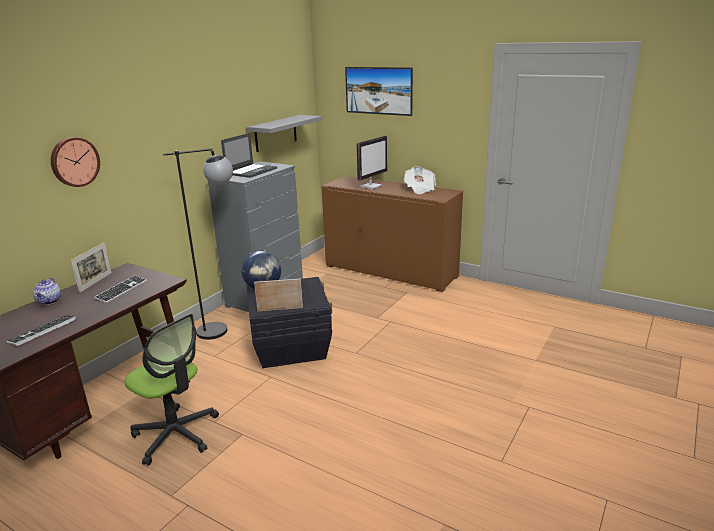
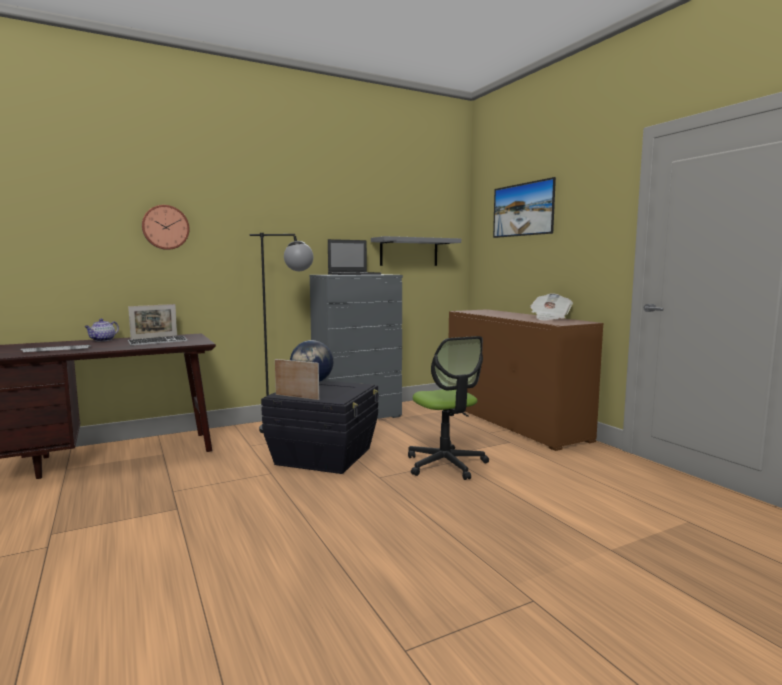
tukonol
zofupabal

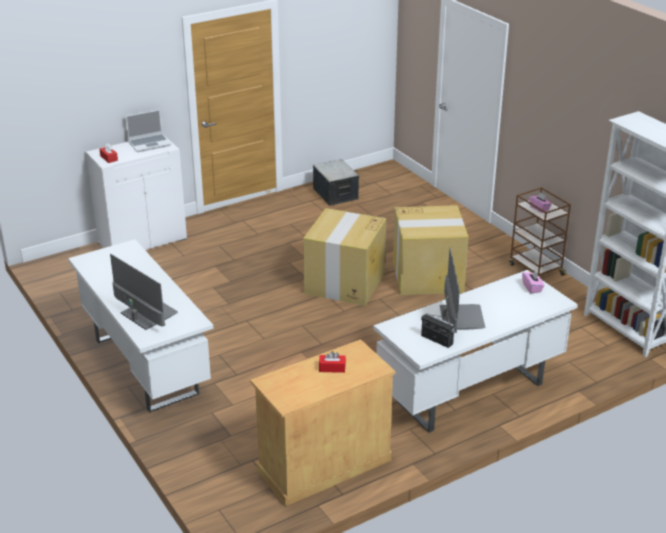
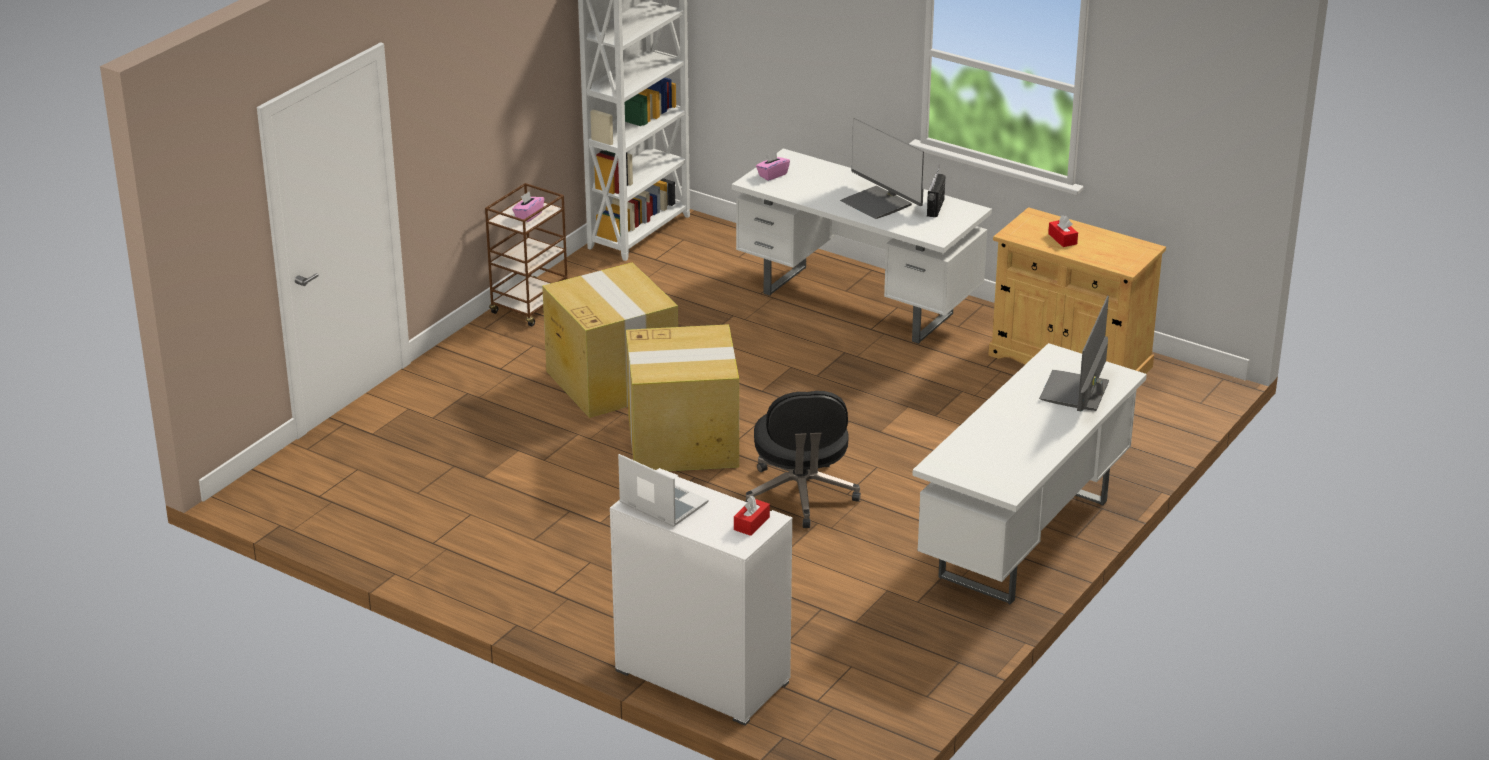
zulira
zofupabal (1st from left)
black_tukonol

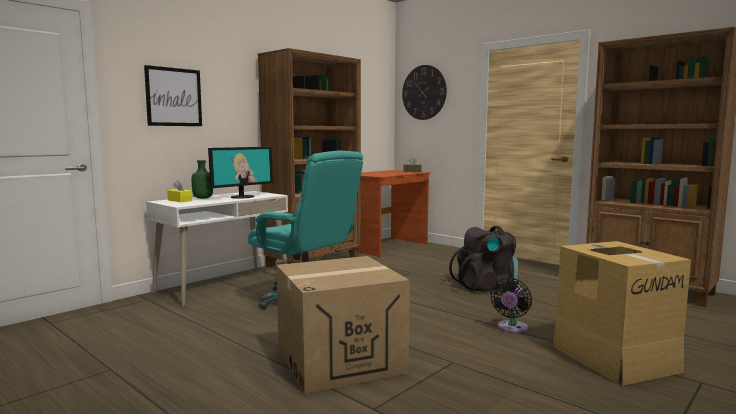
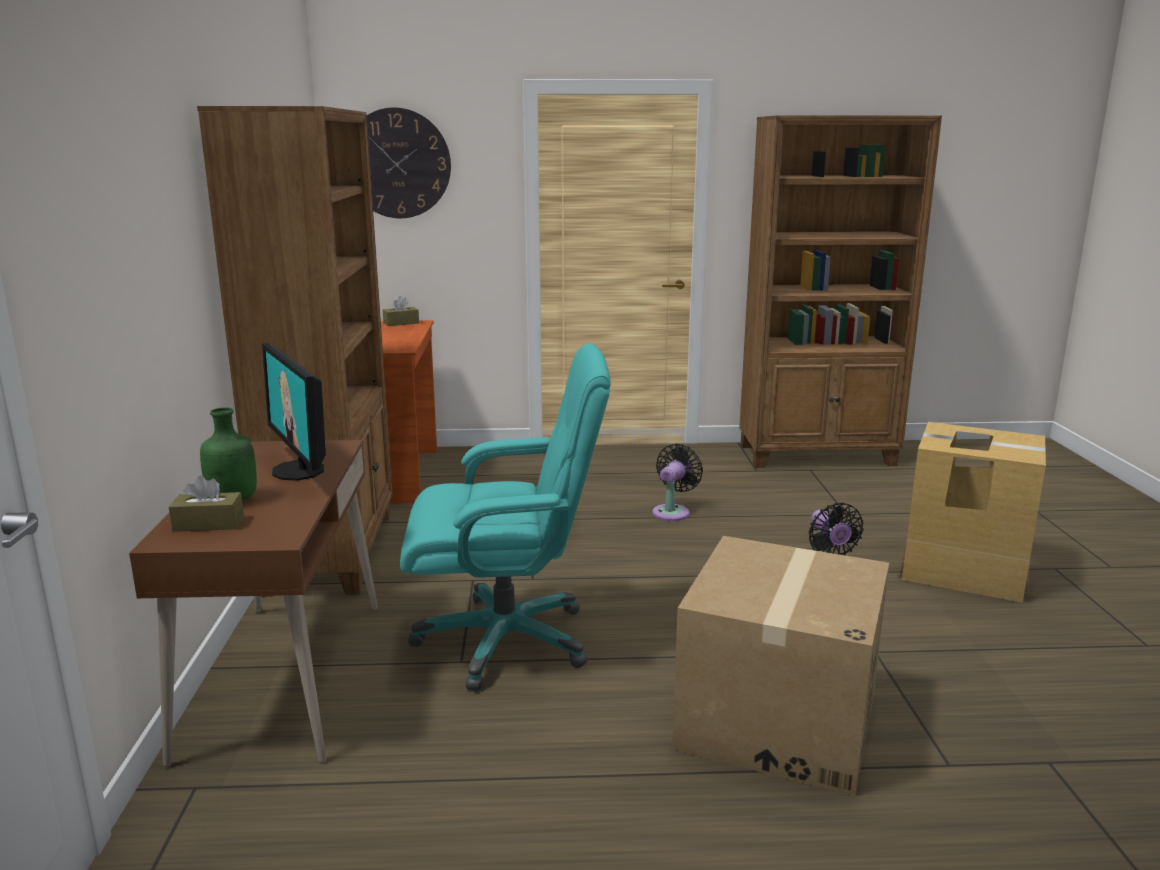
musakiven
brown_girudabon (1st from left)
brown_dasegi (1st from left)
zofupabal
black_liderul (1st from left)

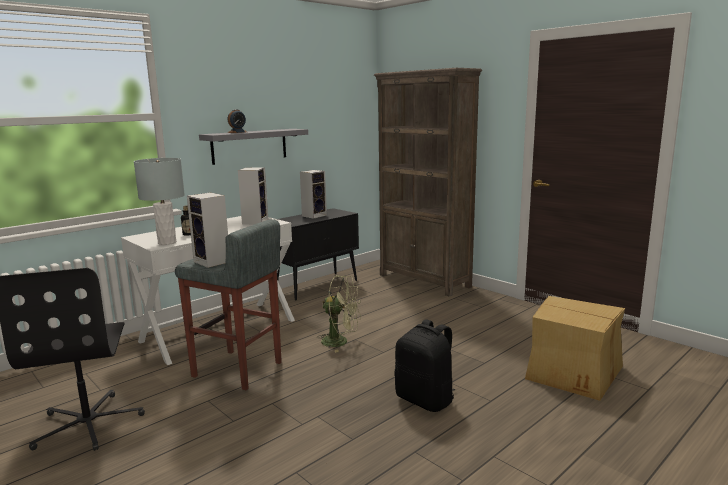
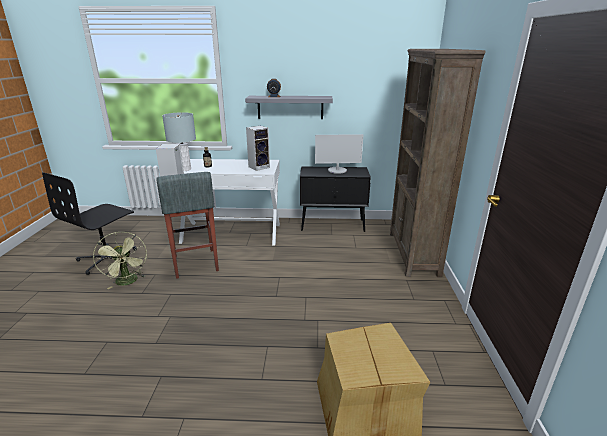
zofupabal
green_liderul
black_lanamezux

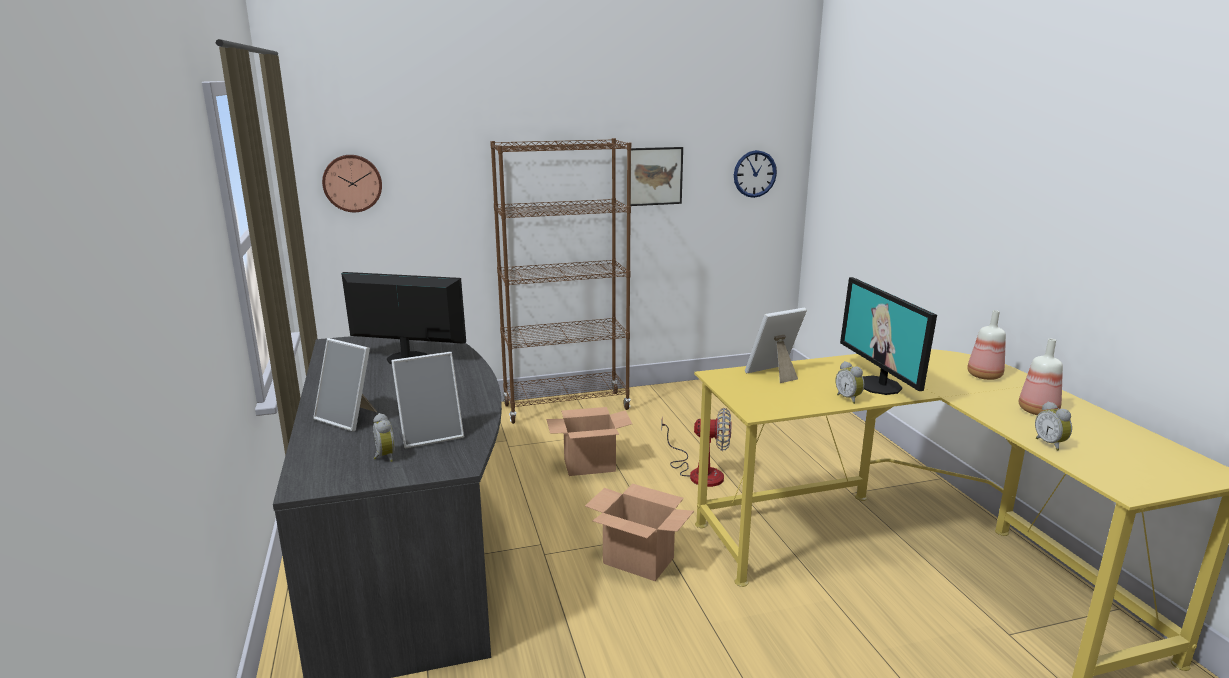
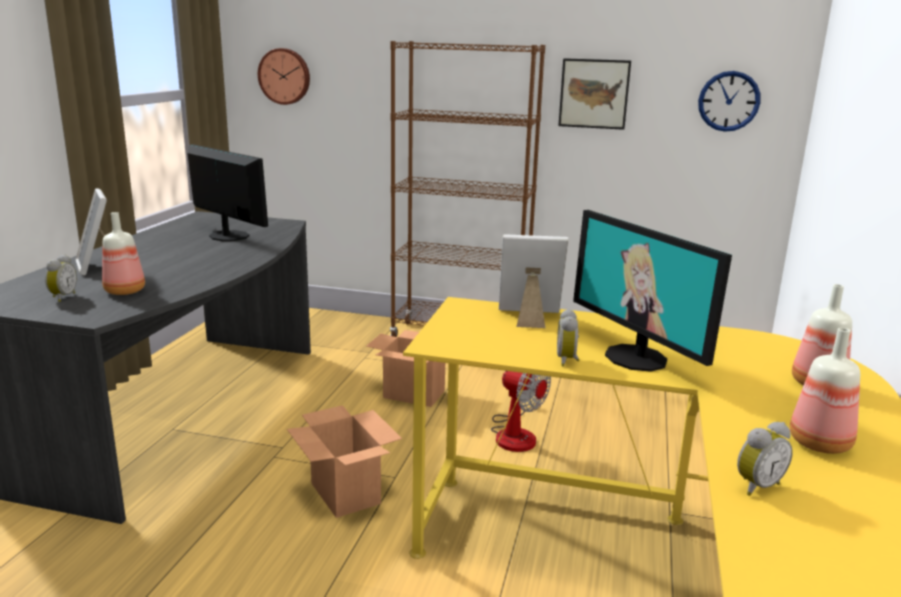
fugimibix (1st from left)
zofupabal (2nd from left)
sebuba (3rd from left)

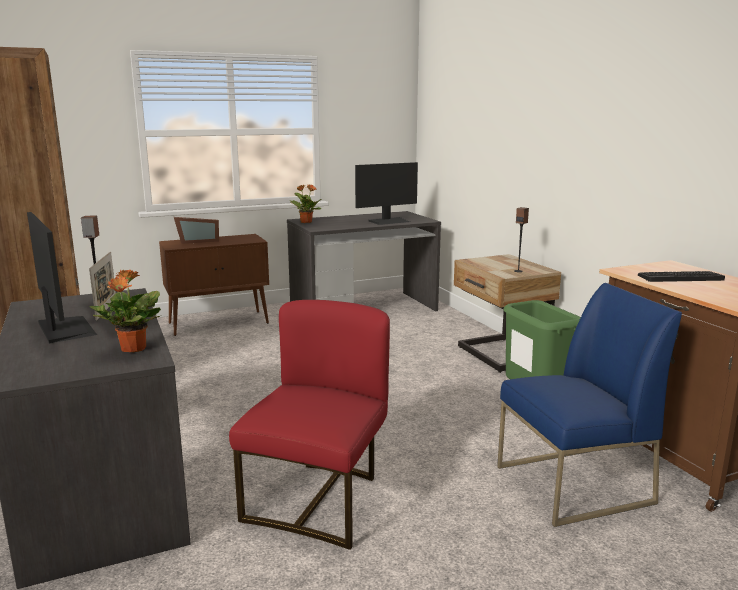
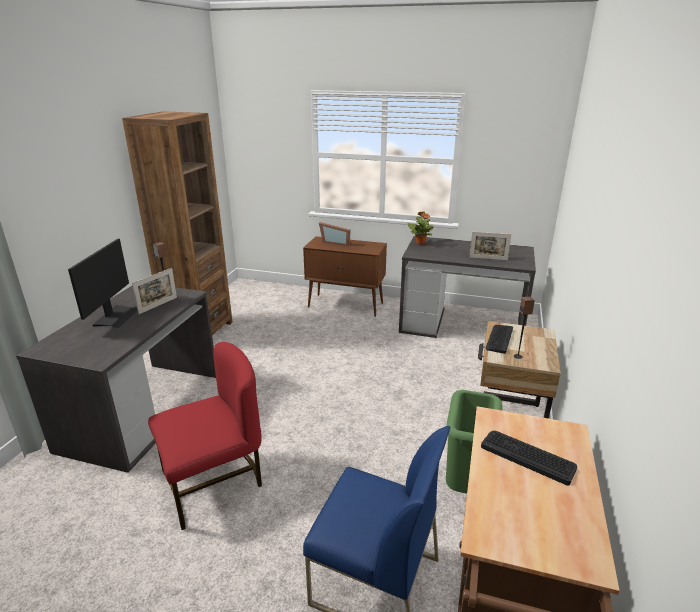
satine (1st from left in the first image)
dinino (3rd from left)
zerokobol (1st from left)

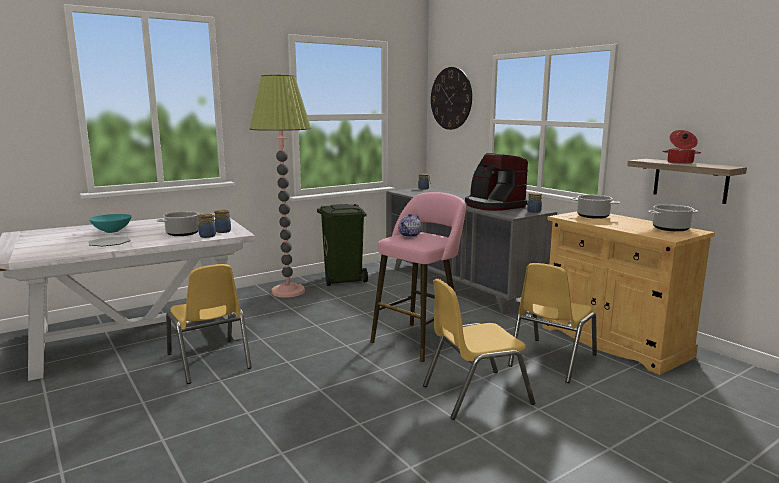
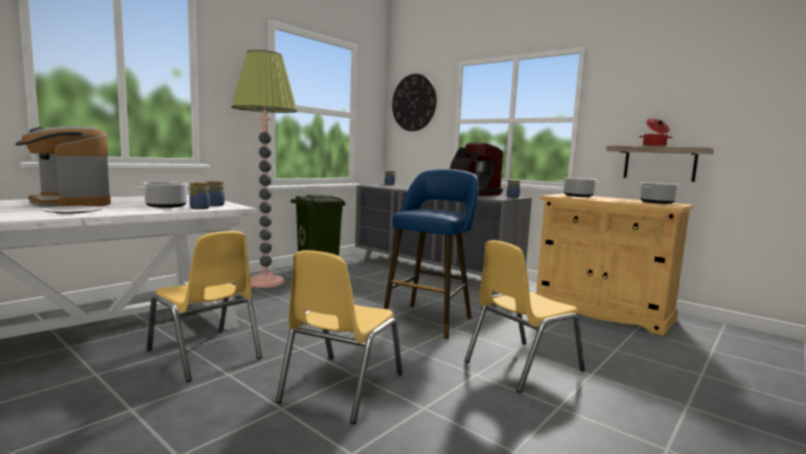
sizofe (1st from left)
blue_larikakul
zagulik
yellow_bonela (2nd from left)

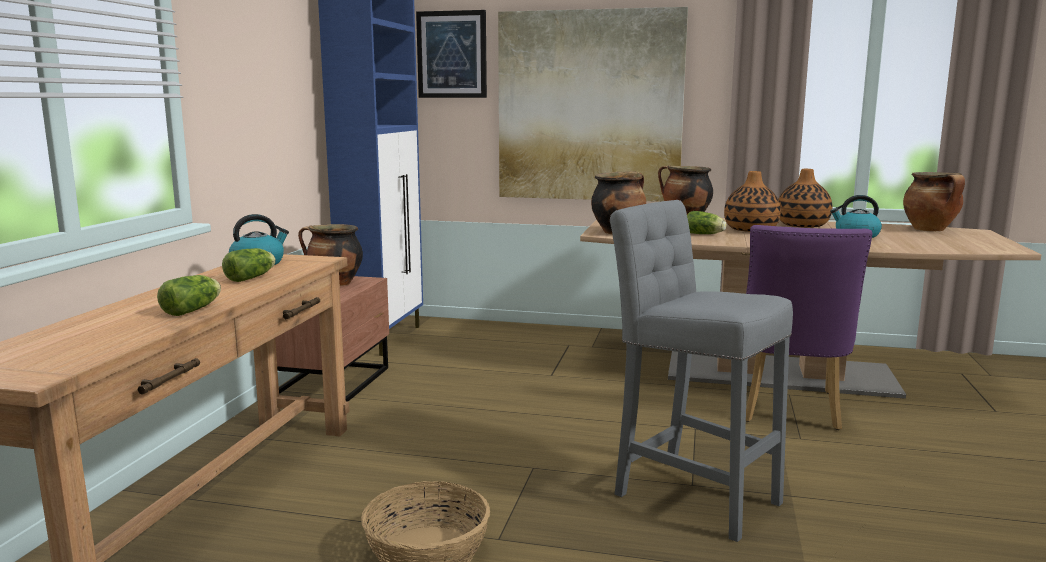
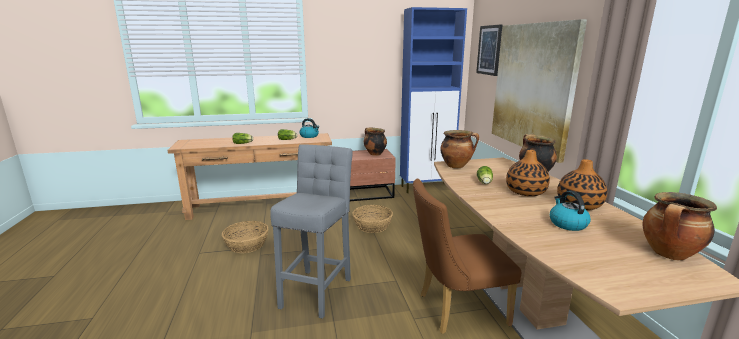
brown_bonela
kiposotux (2nd from left)

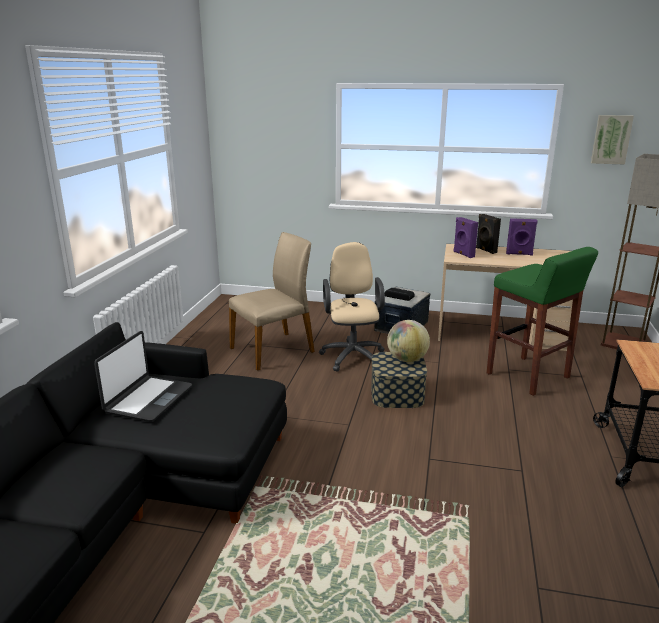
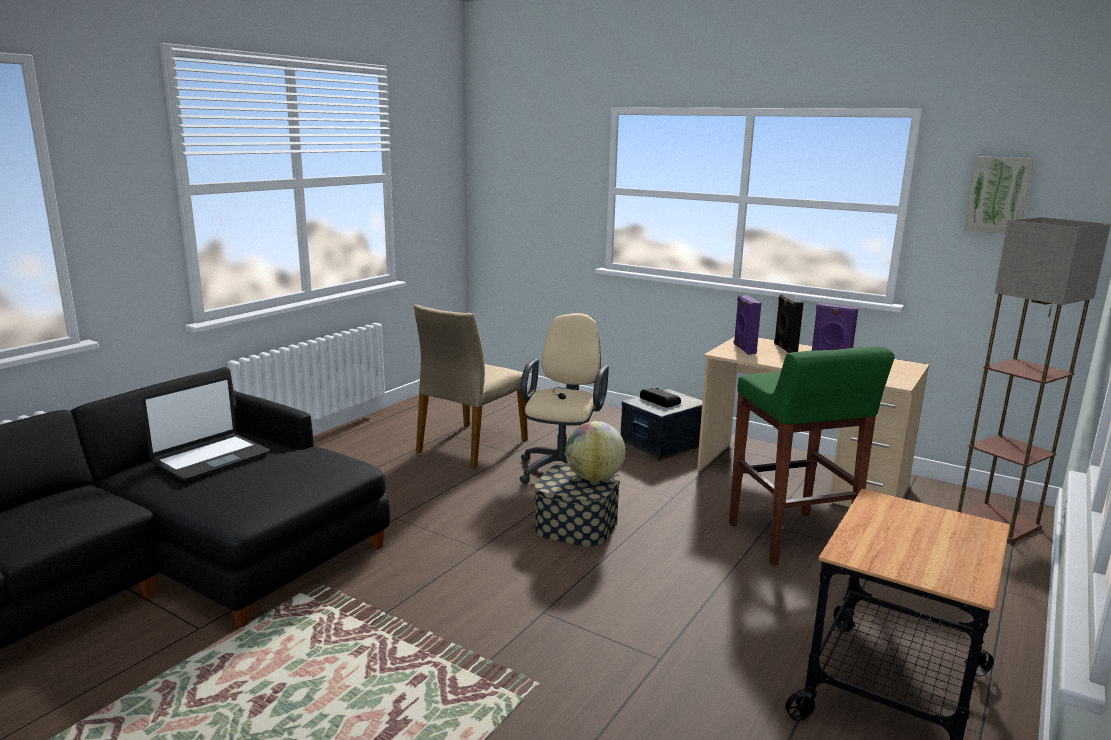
beige_bonela

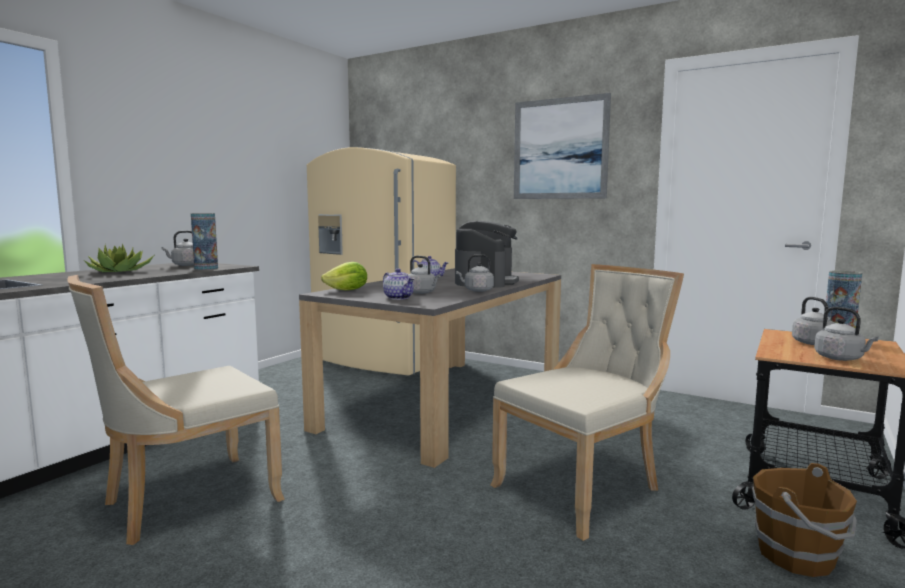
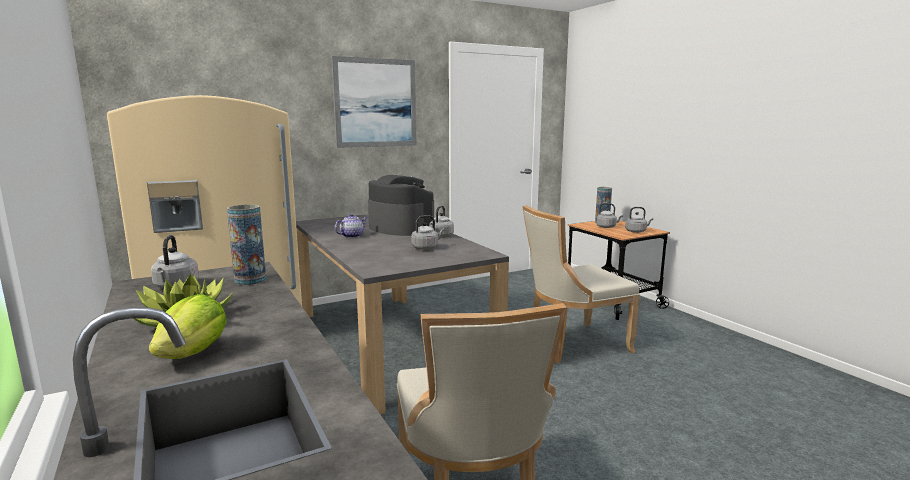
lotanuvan
zagulik (1st from left in the first image)
beige_bonela (2nd from left)
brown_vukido

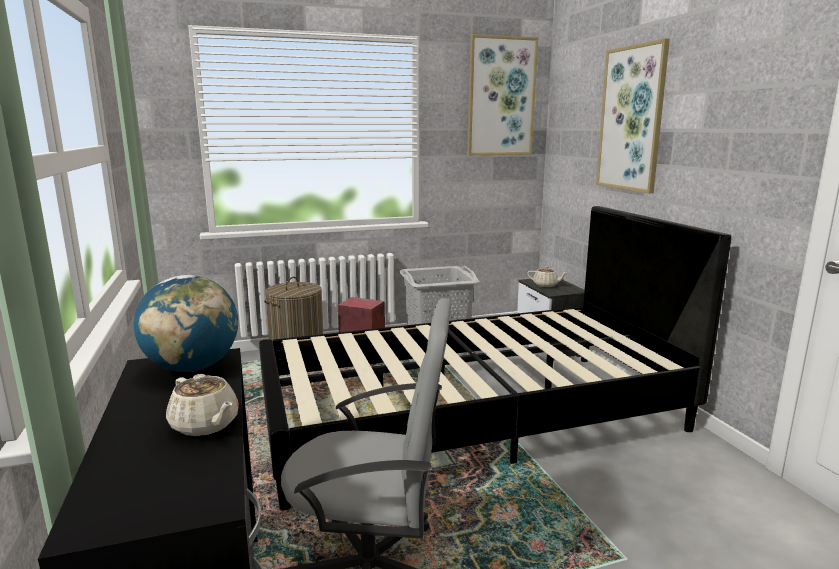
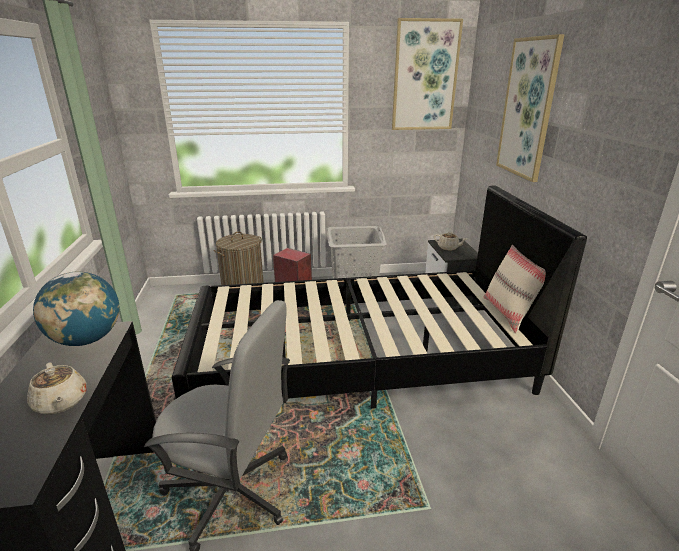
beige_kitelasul

